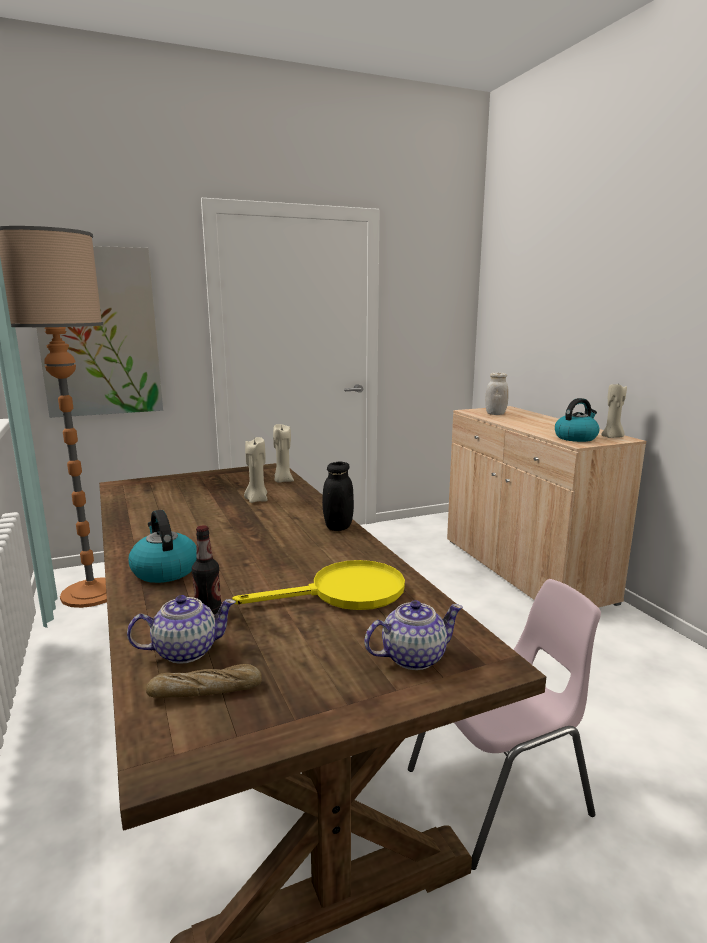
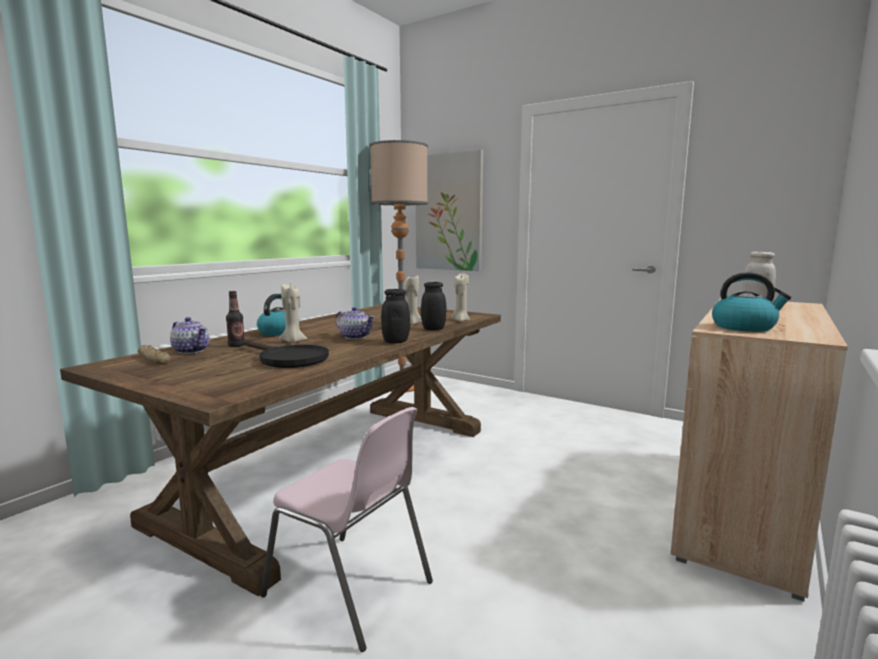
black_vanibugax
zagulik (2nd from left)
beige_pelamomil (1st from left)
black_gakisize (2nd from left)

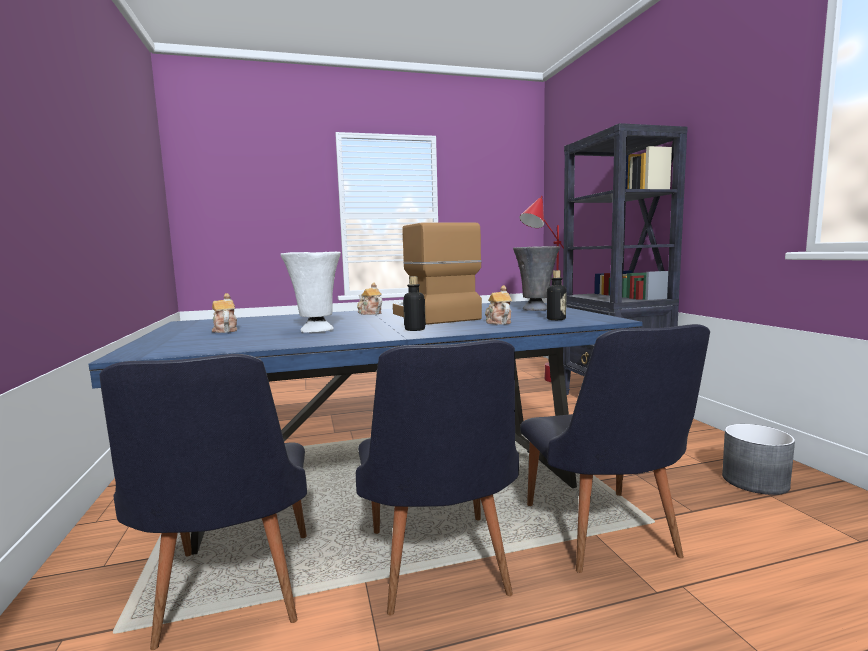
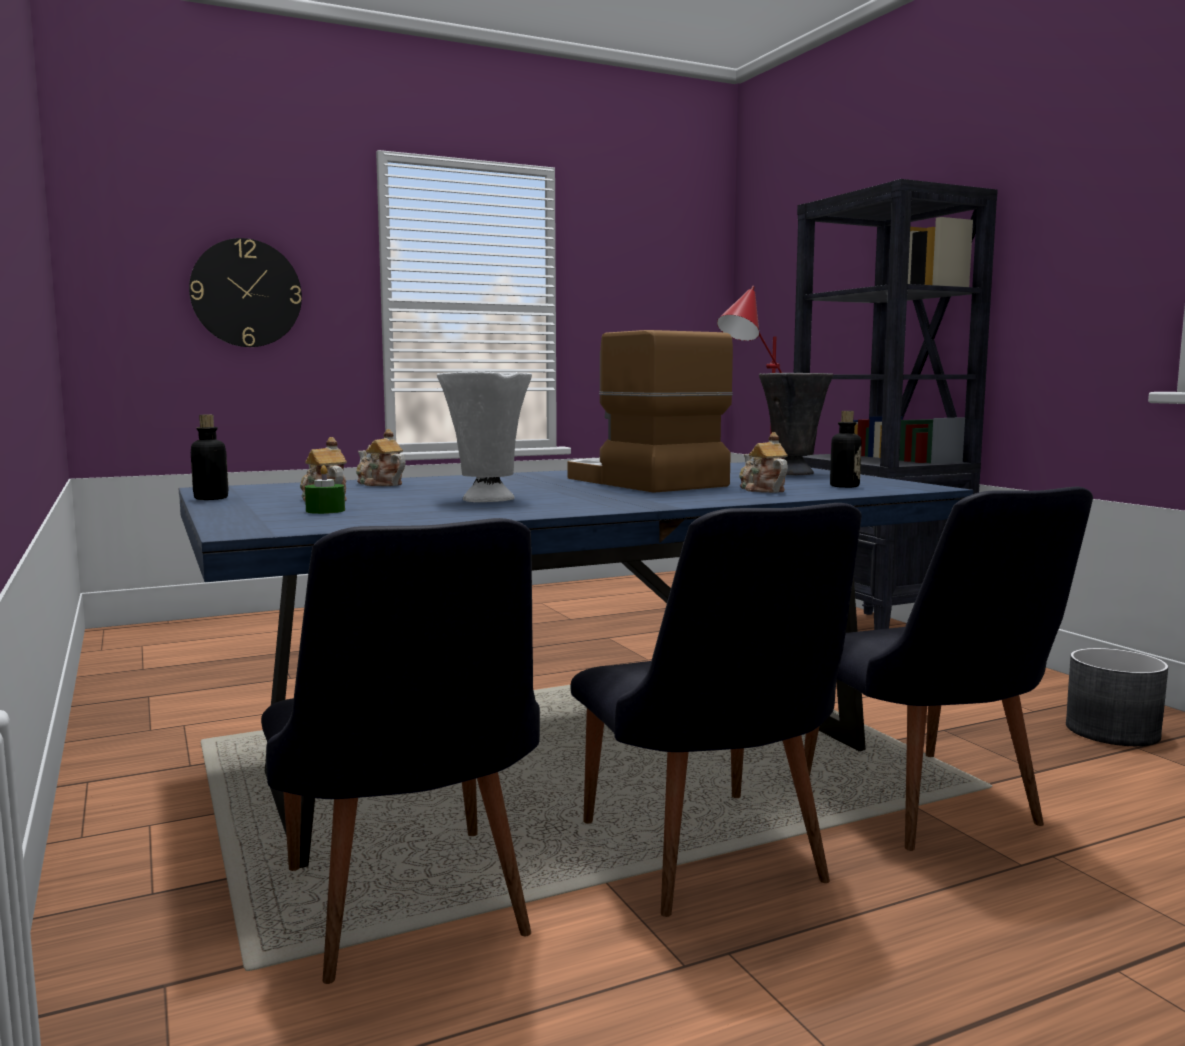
zagulik (2nd from left)
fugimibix (1st from left)
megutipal
green_pelamomil

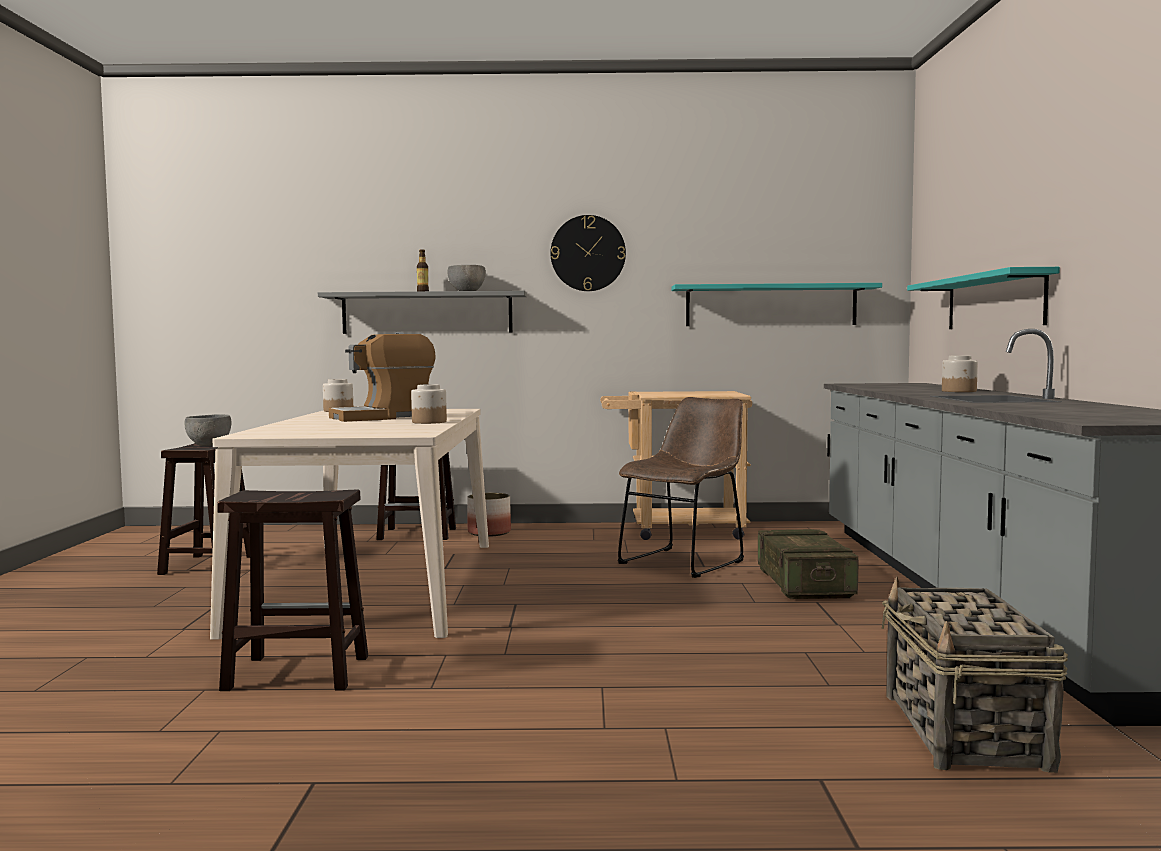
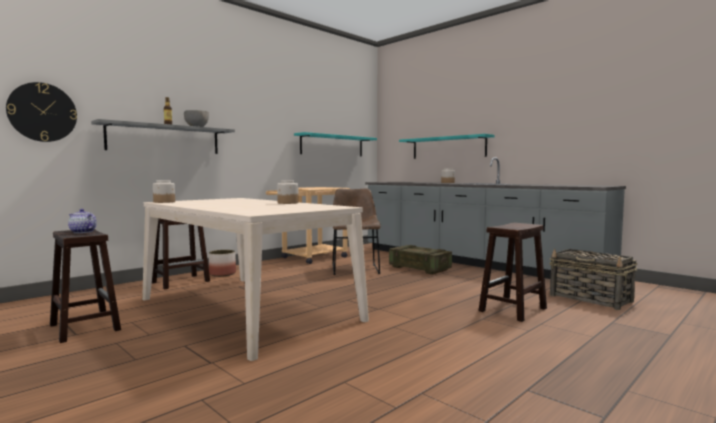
zagulik
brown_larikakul (3rd from left)
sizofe
megutipal

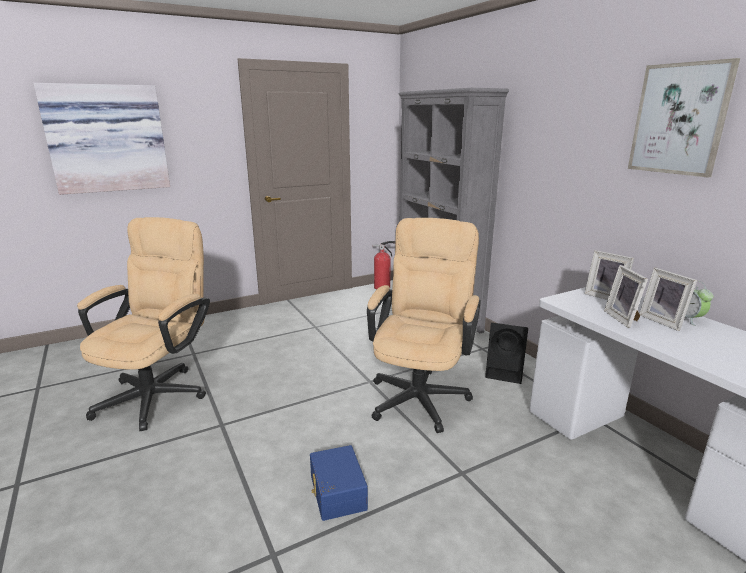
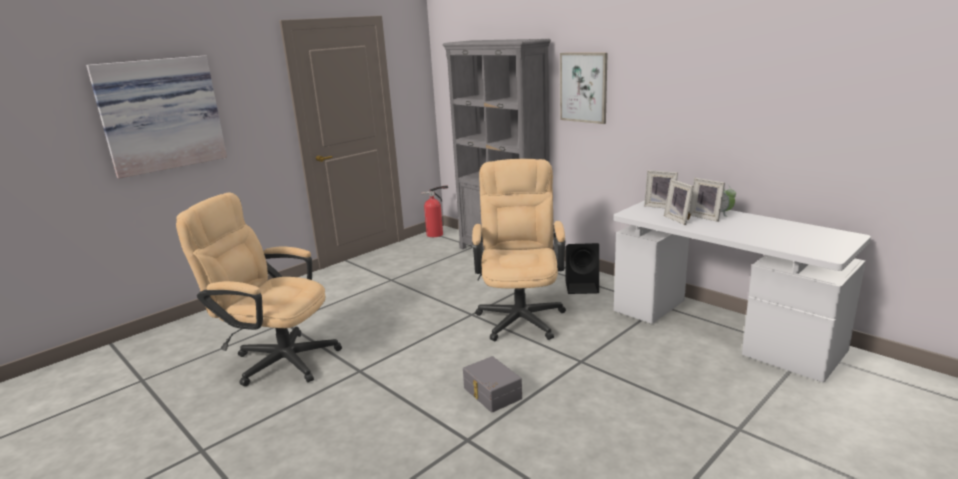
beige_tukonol (1st from left)
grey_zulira
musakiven (2nd from left)

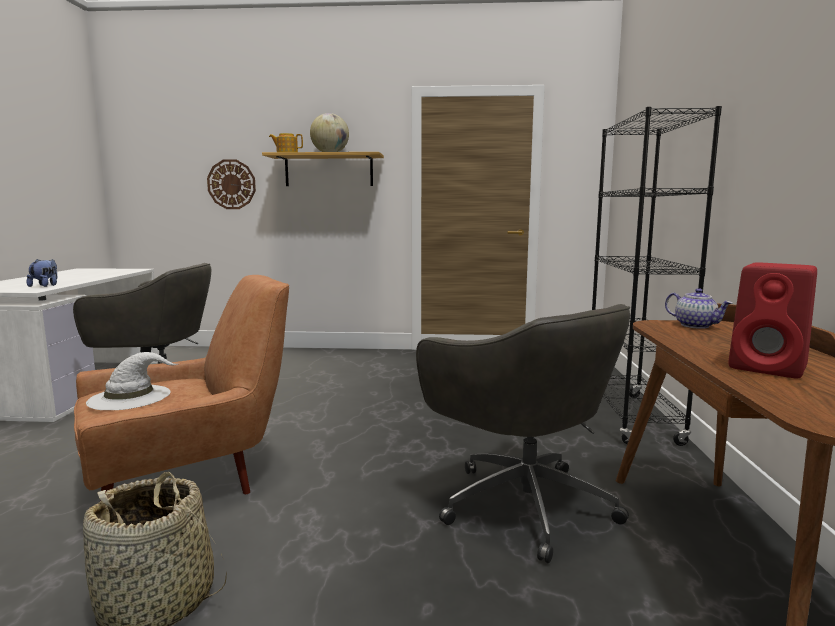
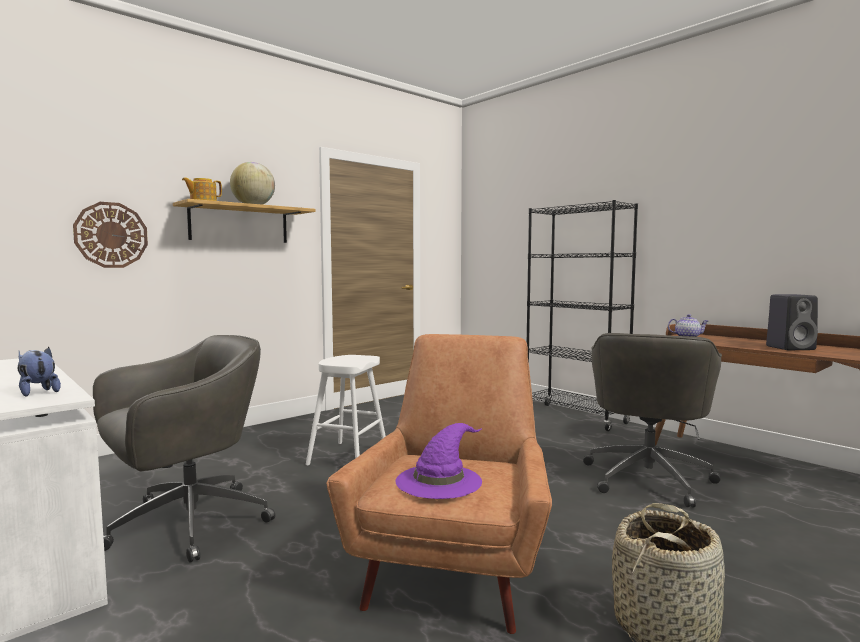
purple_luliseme
grey_tukonol (2nd from left)
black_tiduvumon
white_larikakul

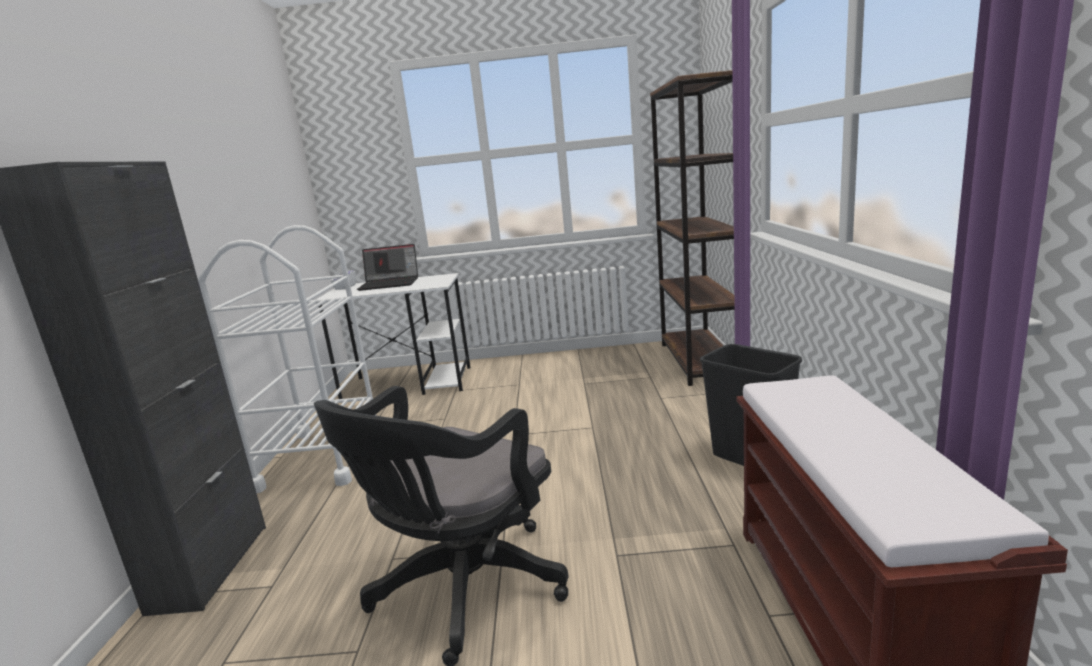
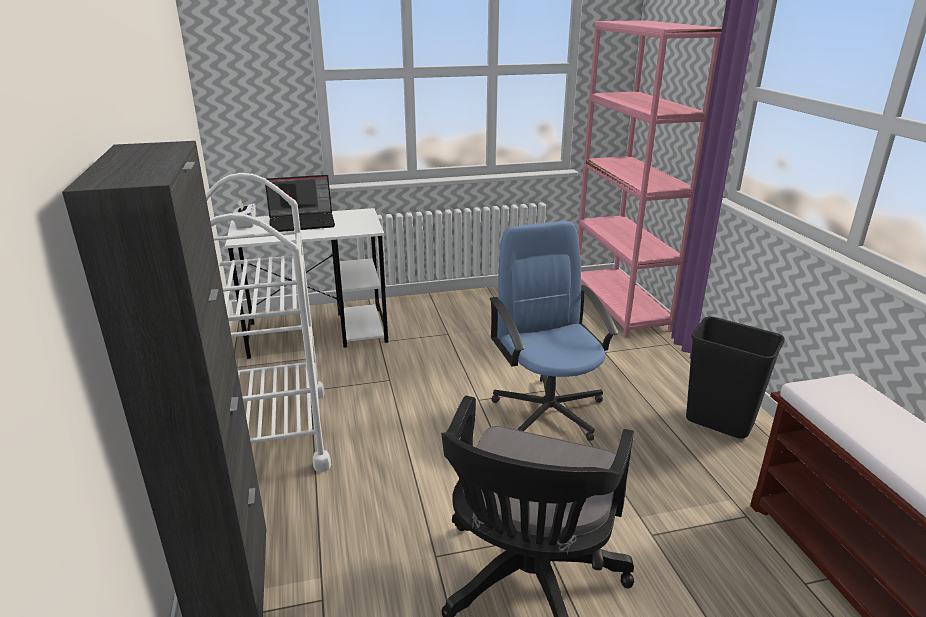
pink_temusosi
blue_tukonol

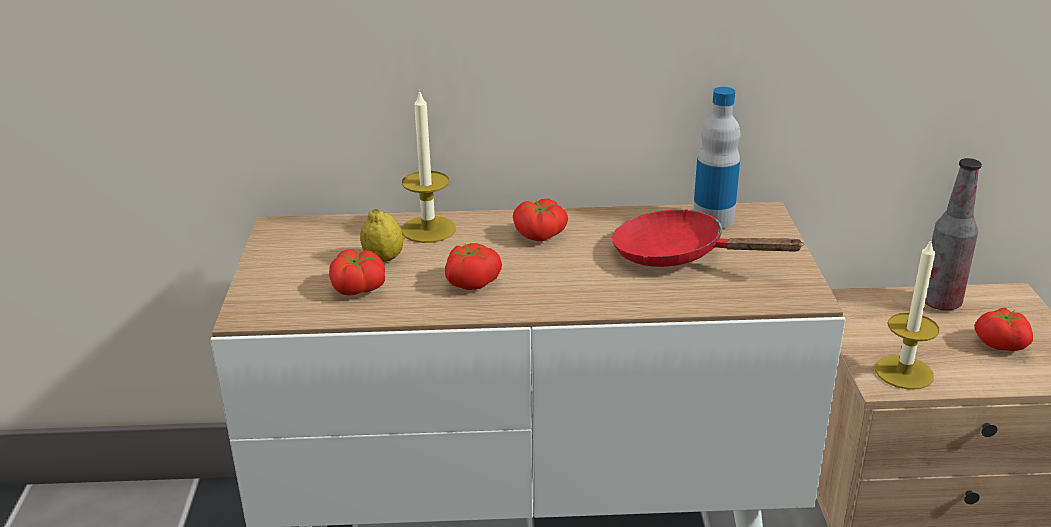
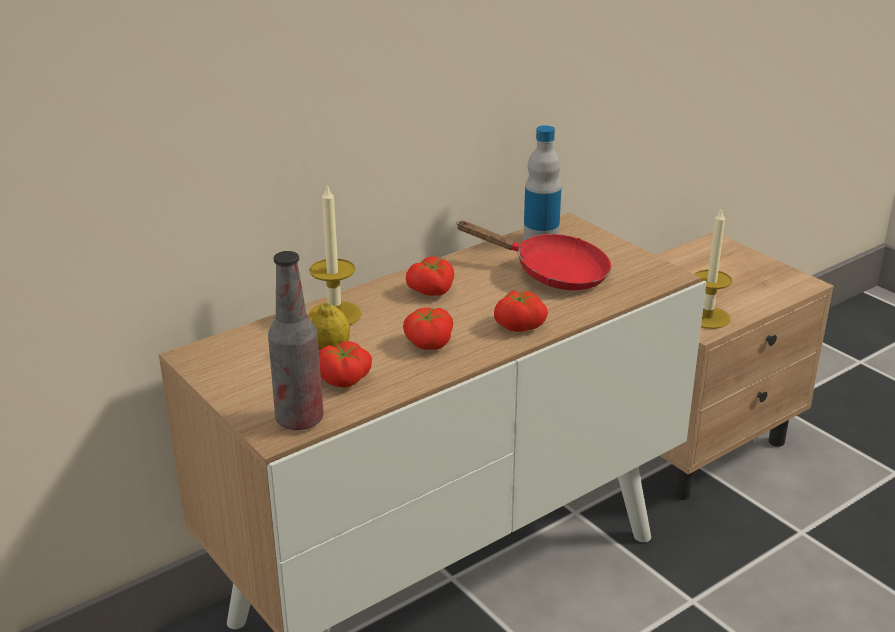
red_vanibugax
fugimibix (1st from left)
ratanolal (4th from left)

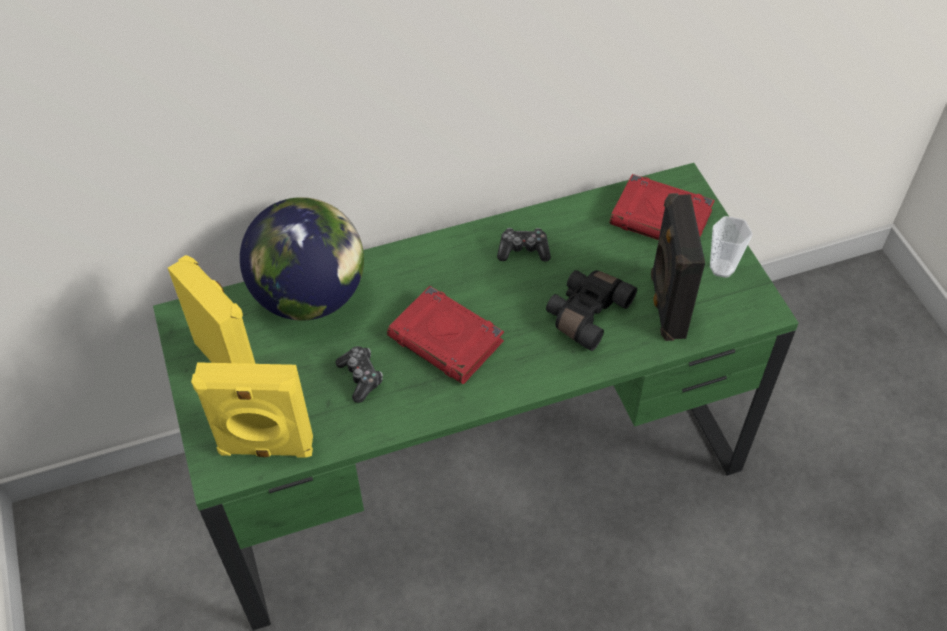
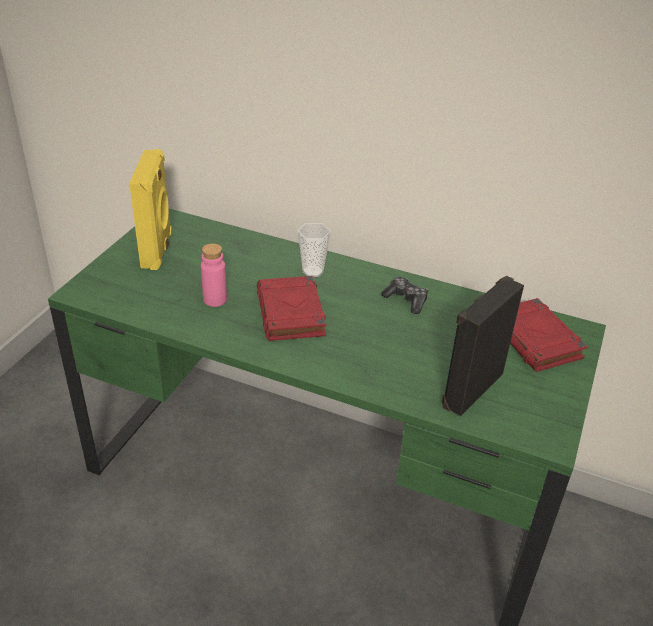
yellow_tiduvumon (2nd from left in the first image)
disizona
pink_fugimibix
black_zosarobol
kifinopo

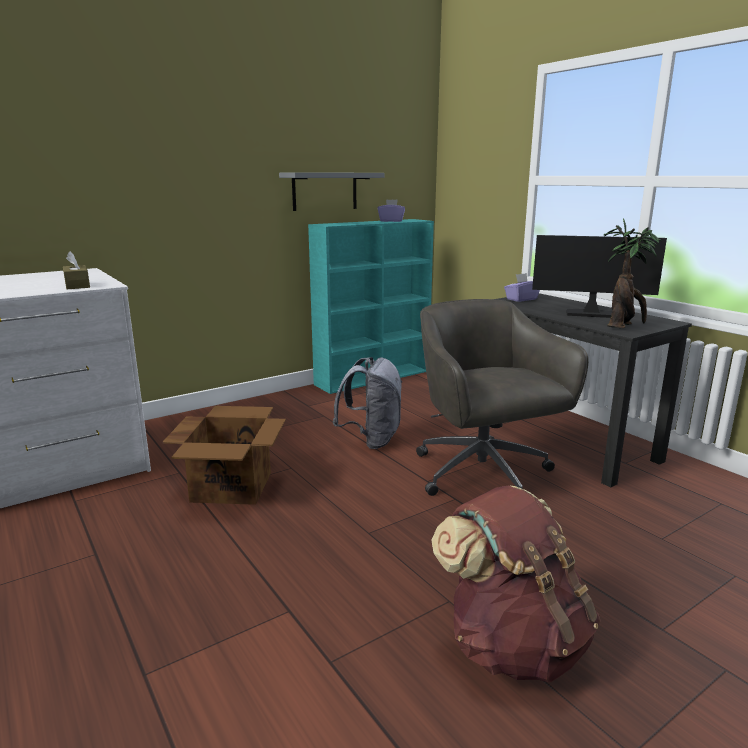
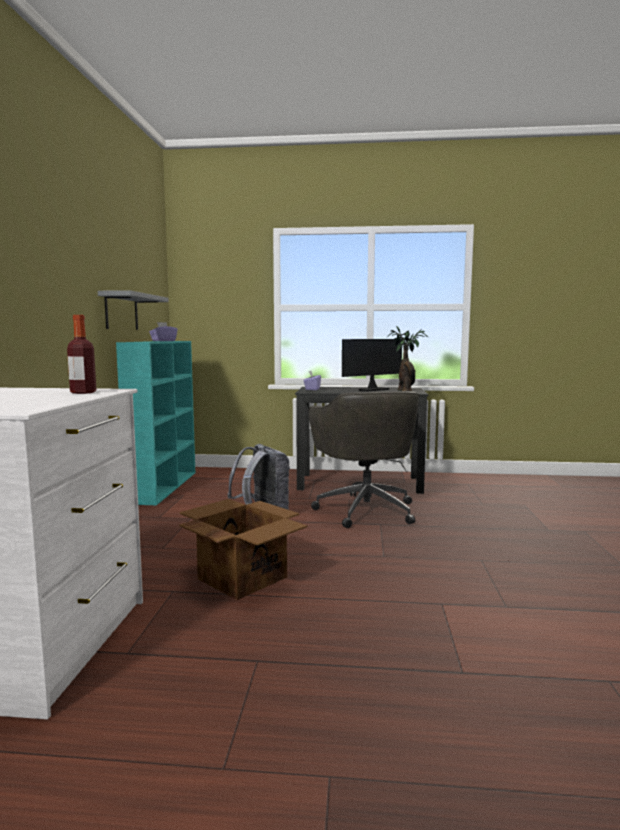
fugimibix
grey_tukonol
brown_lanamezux

